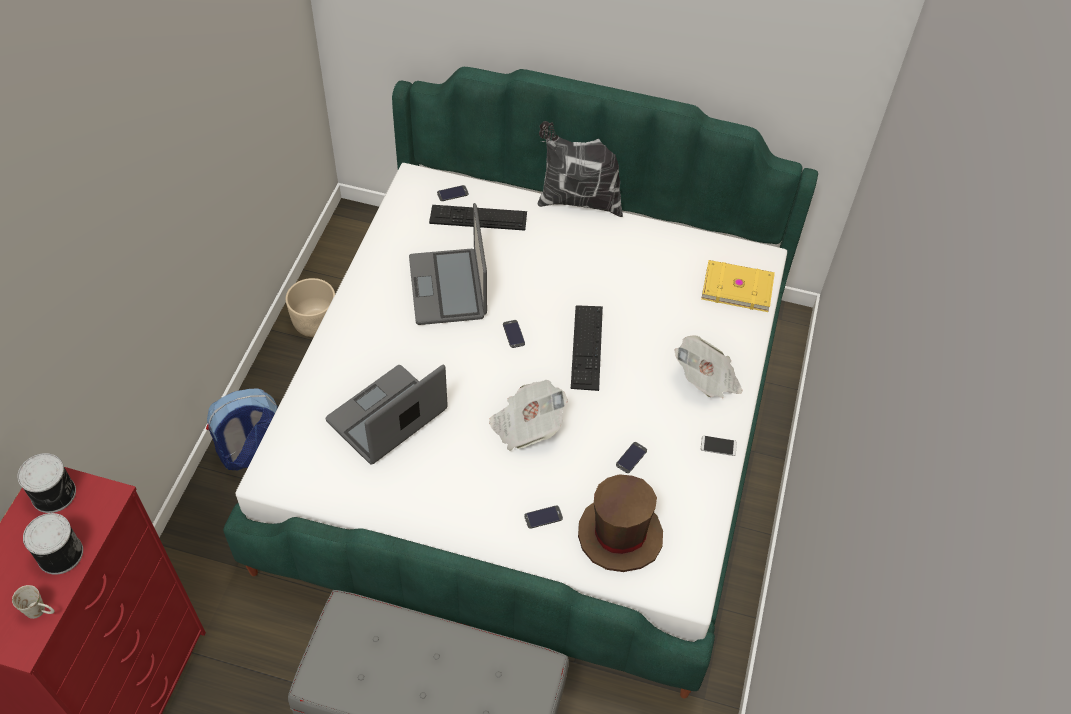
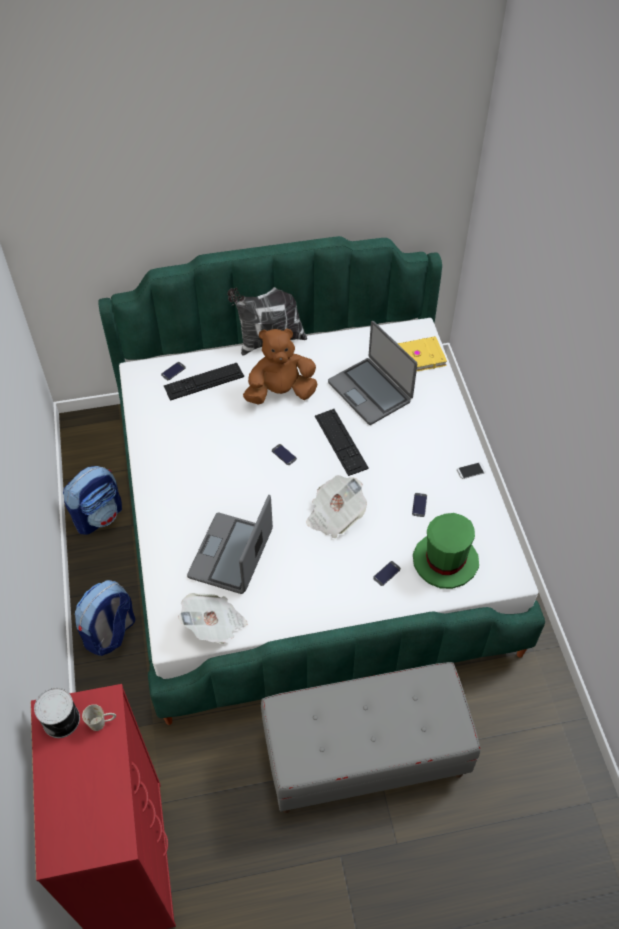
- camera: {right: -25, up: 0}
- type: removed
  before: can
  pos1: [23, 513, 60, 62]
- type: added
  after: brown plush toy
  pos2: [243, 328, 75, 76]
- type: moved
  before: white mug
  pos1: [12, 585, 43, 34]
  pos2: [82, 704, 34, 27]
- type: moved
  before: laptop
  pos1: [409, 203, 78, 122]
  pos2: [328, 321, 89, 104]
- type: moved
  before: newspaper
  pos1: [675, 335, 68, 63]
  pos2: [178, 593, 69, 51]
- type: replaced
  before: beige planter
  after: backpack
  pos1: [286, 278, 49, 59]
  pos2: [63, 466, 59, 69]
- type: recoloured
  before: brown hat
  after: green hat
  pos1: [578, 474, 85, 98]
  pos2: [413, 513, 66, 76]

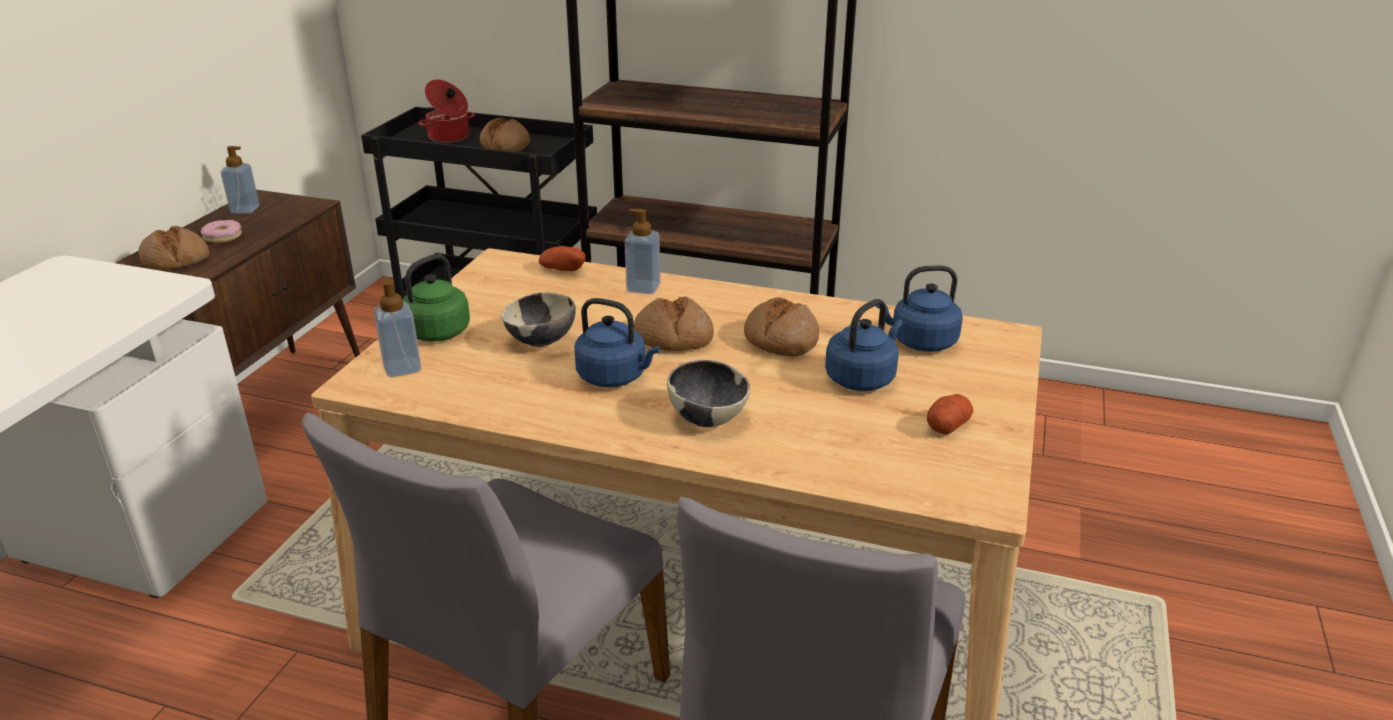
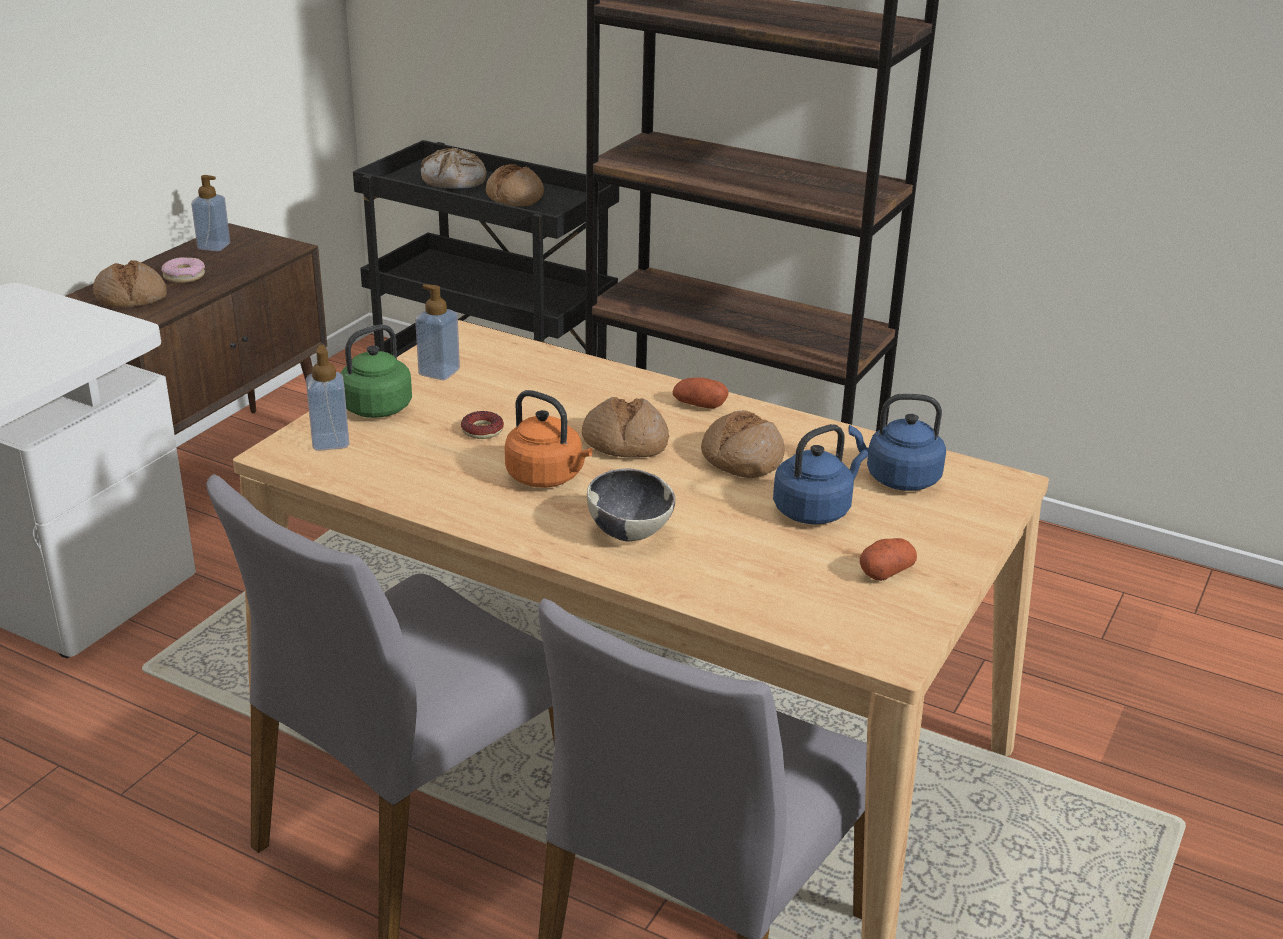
- camera: {right: 10, up: 0}
- type: moved
  before: potato
  pos1: [539, 246, 47, 25]
  pos2: [673, 378, 56, 31]
- type: moved
  before: soap dispenser
  pos1: [625, 209, 35, 85]
  pos2: [415, 284, 45, 96]
- type: replaced
  before: cooking pot
  after: bread
  pos1: [419, 80, 56, 63]
  pos2: [421, 148, 66, 41]
- type: replaced
  before: bowl
  after: donut
  pos1: [501, 292, 75, 55]
  pos2: [461, 411, 43, 28]
- type: recoloured
  before: blue kettle
  after: orange kettle
  pos1: [574, 298, 86, 89]
  pos2: [505, 390, 88, 98]

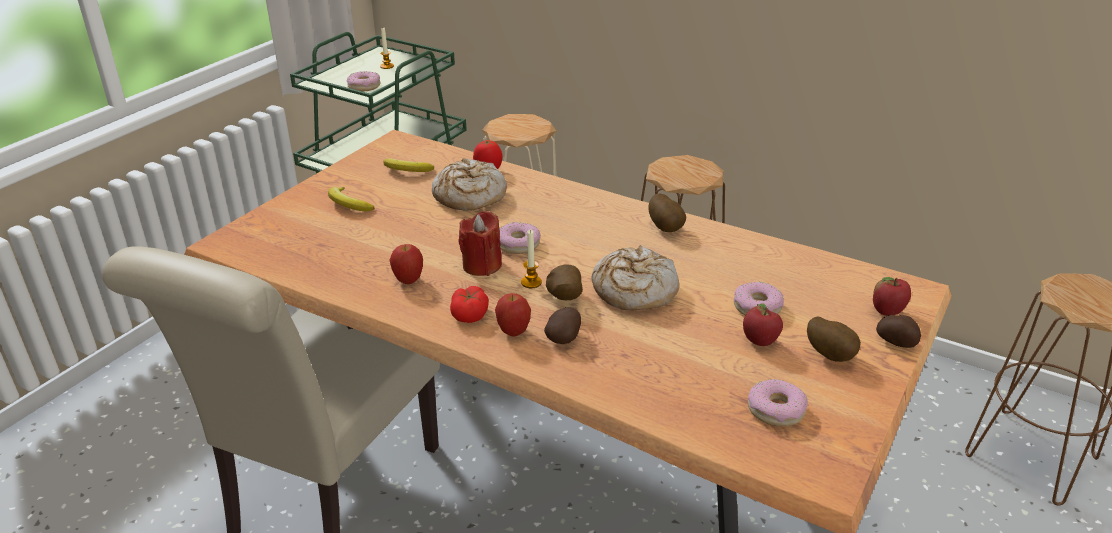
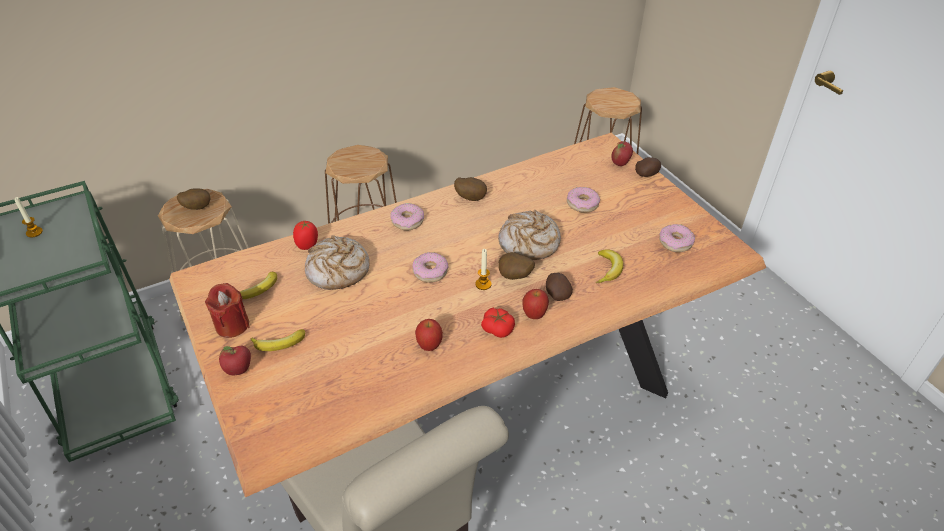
- camera: {right: -60, up: 10}
- type: added
  after: banana
  pos2: [596, 249, 27, 34]
- type: moved
  before: donut
  pos1: [347, 71, 33, 21]
  pos2: [390, 203, 34, 28]
- type: moved
  before: red candle
  pos1: [459, 211, 43, 65]
  pos2: [205, 283, 45, 55]
- type: moved
  before: apple
  pos1: [743, 303, 40, 43]
  pos2: [219, 346, 32, 29]
- type: moved
  before: potato
  pos1: [807, 316, 54, 46]
  pos2: [177, 188, 33, 22]

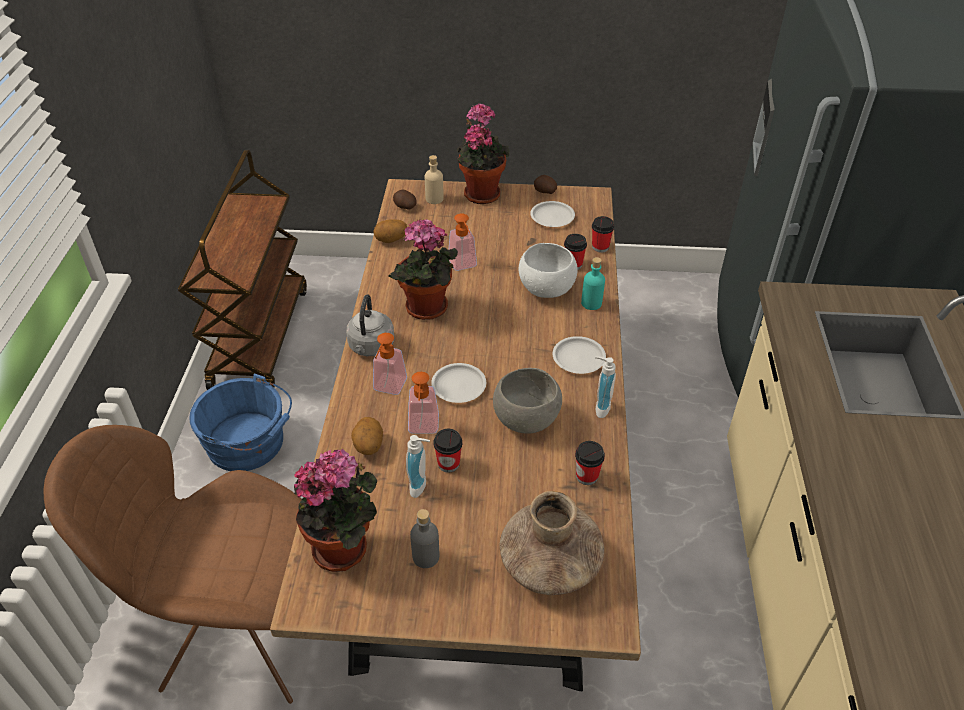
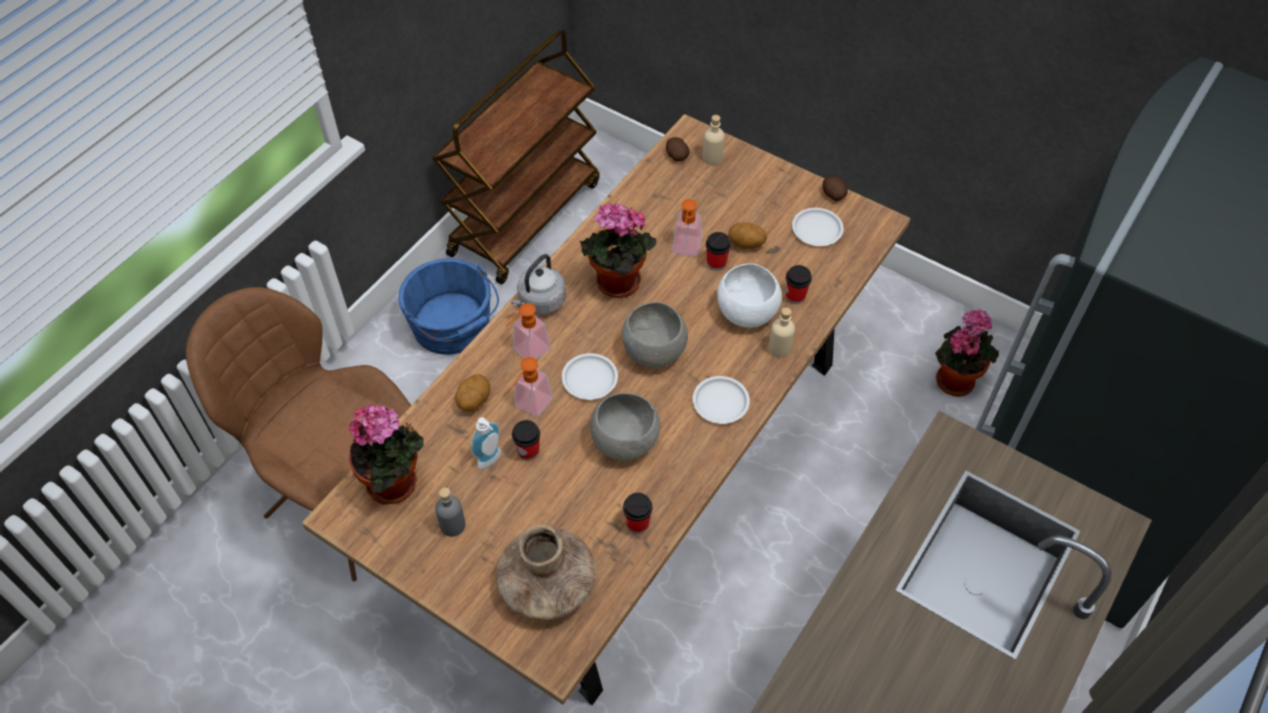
- camera: {right: 30, up: 10}
- type: removed
  before: soap dispenser
  pos1: [595, 356, 21, 62]
- type: added
  after: grey bowl
  pos2: [622, 302, 66, 66]
- type: moved
  before: potato
  pos1: [373, 219, 34, 24]
  pos2: [728, 223, 39, 26]
- type: moved
  before: potted plant
  pos1: [456, 104, 54, 100]
  pos2: [935, 308, 64, 89]
- type: moved
  before: cup
  pos1: [592, 216, 22, 36]
  pos2: [706, 232, 25, 39]
- type: recoloured
  before: turquoise bottle
  after: beige bottle
  pos1: [581, 257, 24, 53]
  pos2: [768, 307, 27, 51]

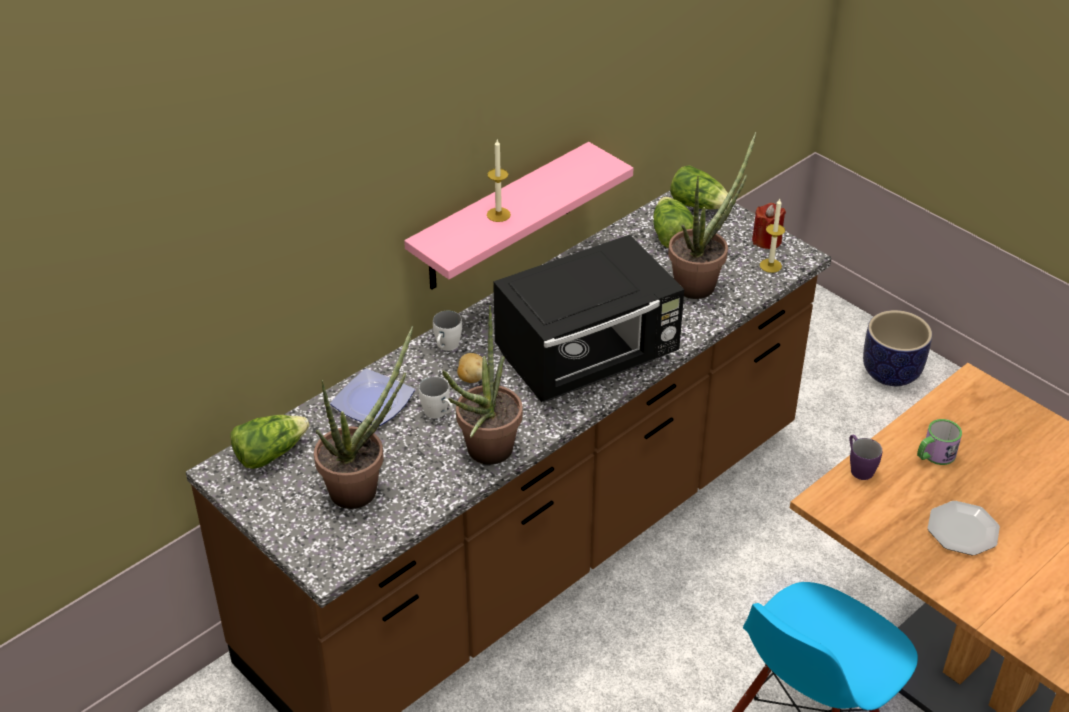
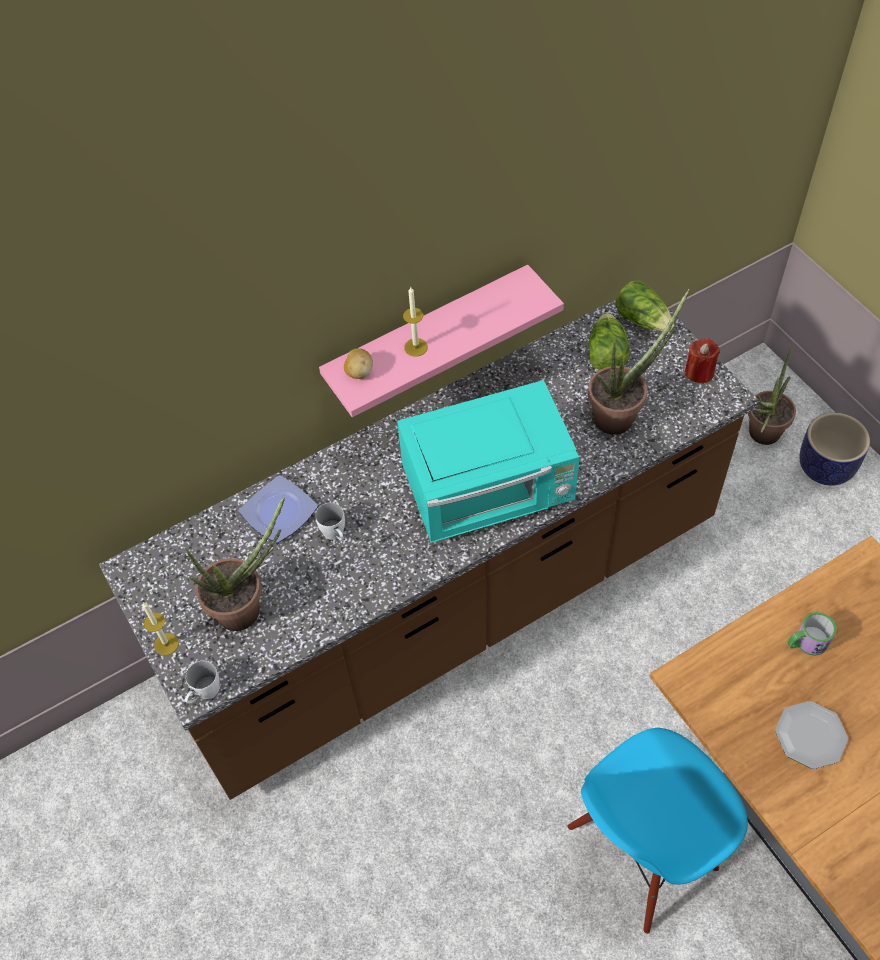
- camera: {right: 15, up: 15}
- type: removed
  before: lettuce
  pos1: [230, 415, 79, 54]
- type: removed
  before: purple mug
  pos1: [850, 434, 32, 46]
- type: moved
  before: white mug
  pos1: [433, 311, 29, 40]
  pos2: [185, 661, 35, 42]
- type: moved
  before: potted plant
  pos1: [442, 305, 81, 160]
  pos2: [748, 346, 48, 99]
- type: moved
  before: potato
  pos1: [457, 353, 26, 30]
  pos2: [344, 348, 29, 31]
- type: moved
  before: candle
  pos1: [760, 199, 25, 74]
  pos2: [142, 602, 37, 53]
- type: recoloured
  before: black microwave
  after: turquoise microwave
  pos1: [493, 235, 191, 167]
  pos2: [397, 380, 183, 163]

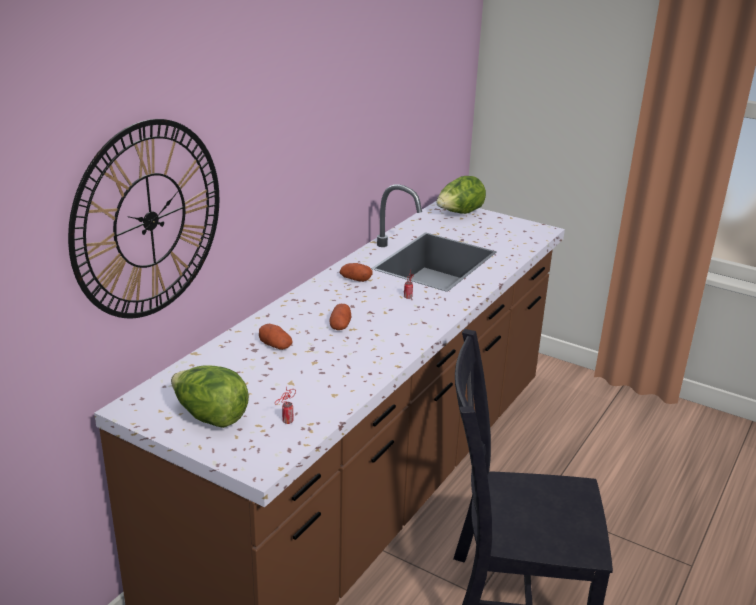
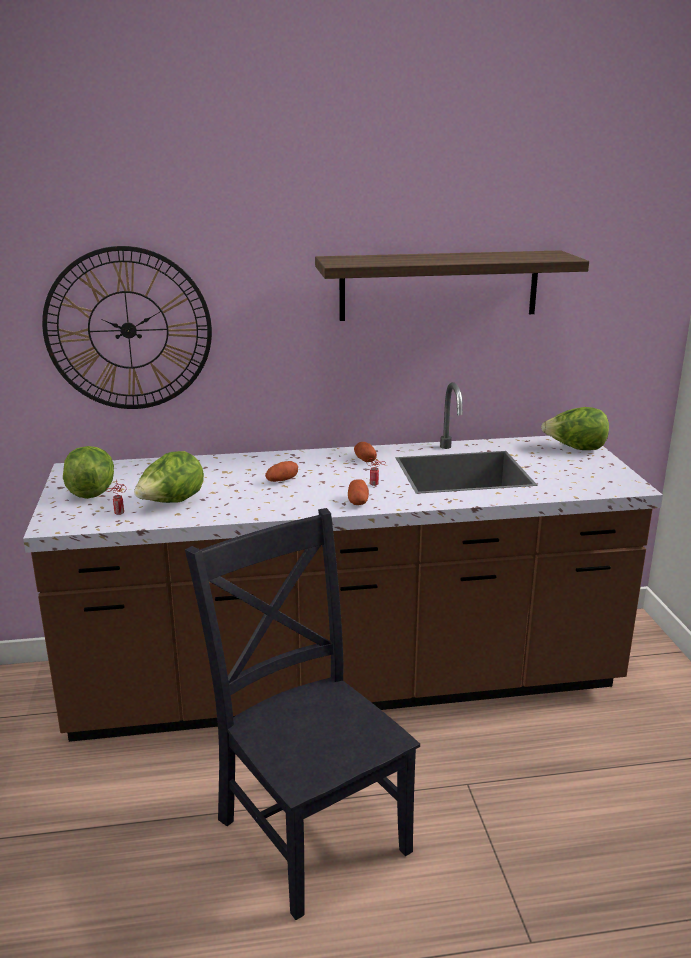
- camera: {right: 50, up: -5}
- type: added
  after: lettuce
  pos2: [134, 451, 70, 52]
- type: added
  after: shelf
  pos2: [315, 250, 274, 71]
- type: moved
  before: potato
  pos1: [259, 324, 34, 26]
  pos2: [348, 479, 21, 26]

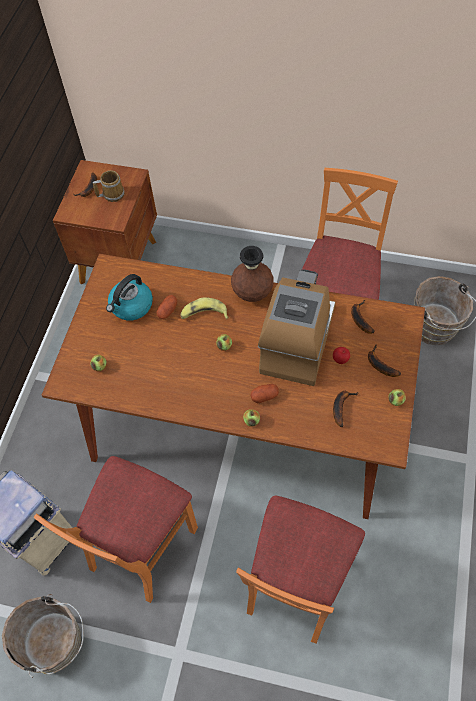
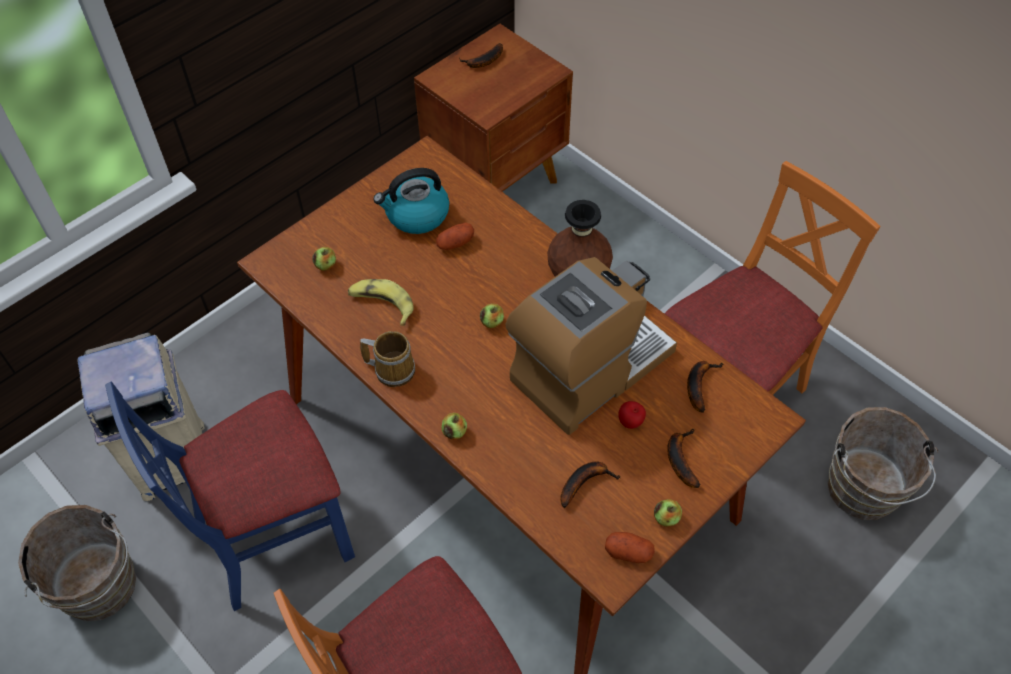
- camera: {right: 30, up: -5}
- type: moved
  before: mug
  pos1: [93, 170, 32, 32]
  pos2: [360, 331, 55, 56]
- type: moved
  before: banana
  pos1: [180, 297, 49, 23]
  pos2: [348, 279, 66, 47]
- type: moved
  before: potato
  pos1: [250, 384, 29, 19]
  pos2: [605, 532, 50, 31]
- type: recoloured
  before: orange chair
  after: blue chair
  pos1: [34, 456, 164, 147]
  pos2: [105, 382, 250, 229]

